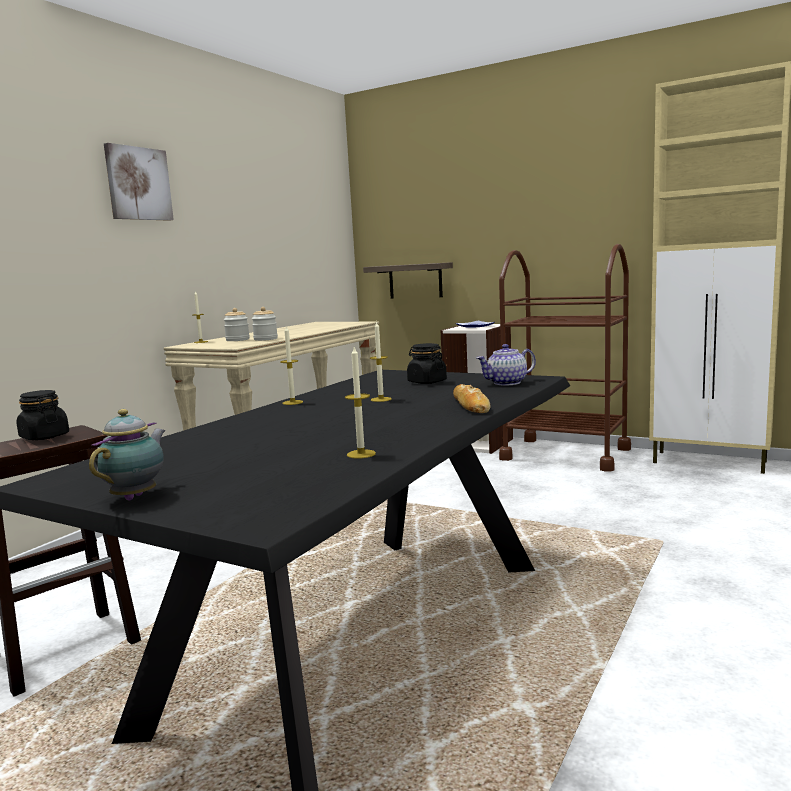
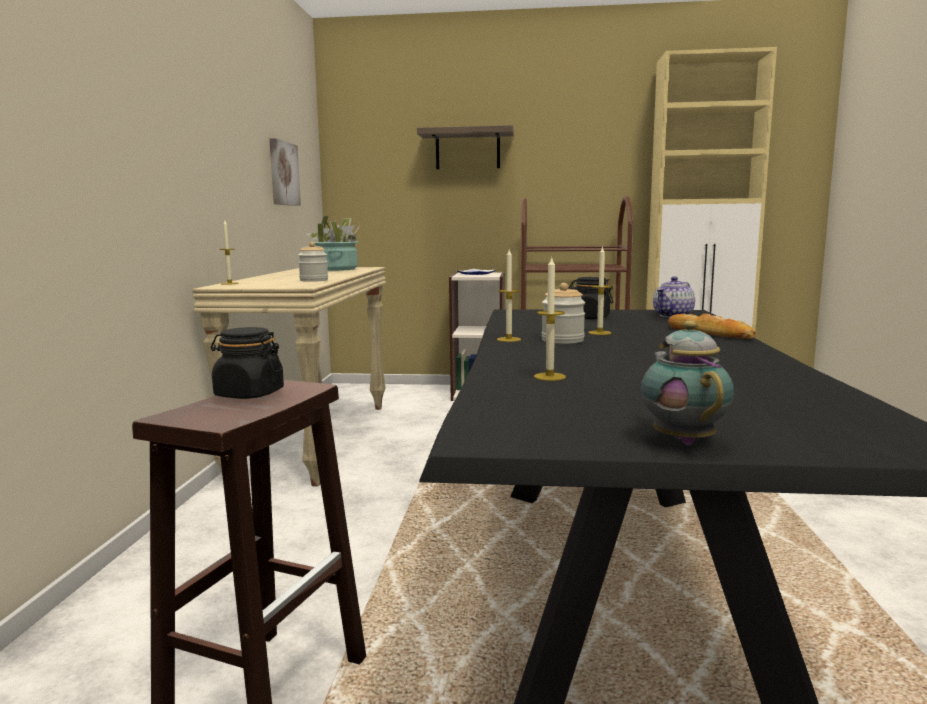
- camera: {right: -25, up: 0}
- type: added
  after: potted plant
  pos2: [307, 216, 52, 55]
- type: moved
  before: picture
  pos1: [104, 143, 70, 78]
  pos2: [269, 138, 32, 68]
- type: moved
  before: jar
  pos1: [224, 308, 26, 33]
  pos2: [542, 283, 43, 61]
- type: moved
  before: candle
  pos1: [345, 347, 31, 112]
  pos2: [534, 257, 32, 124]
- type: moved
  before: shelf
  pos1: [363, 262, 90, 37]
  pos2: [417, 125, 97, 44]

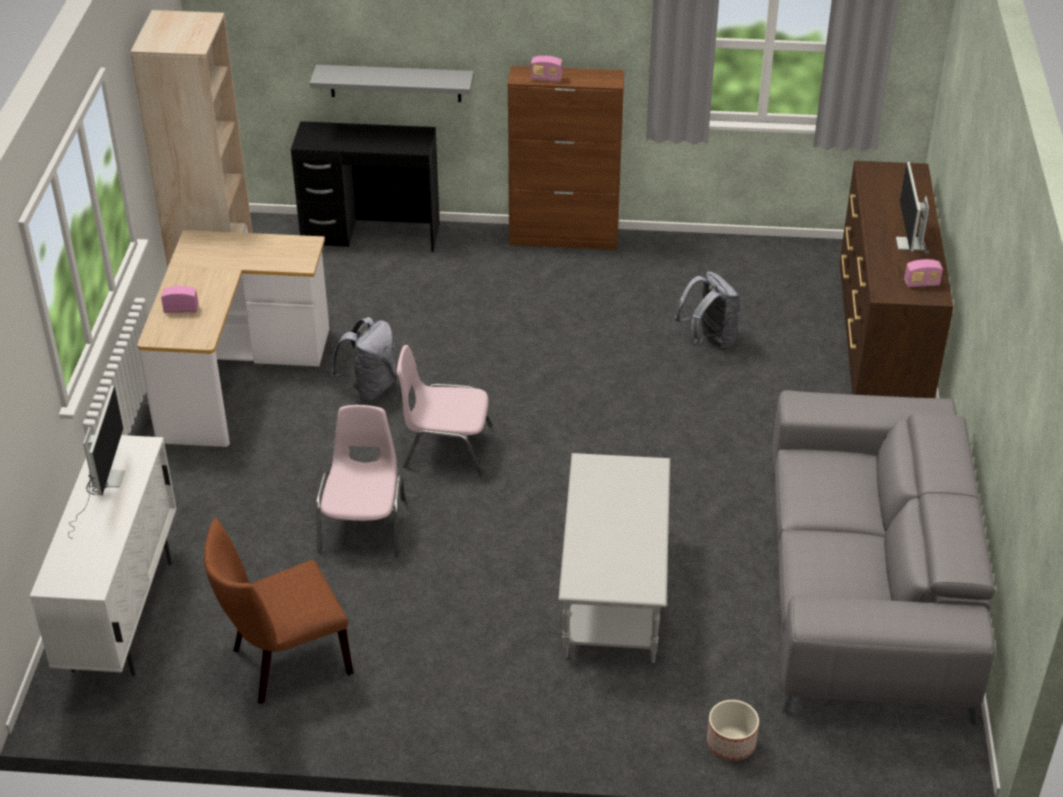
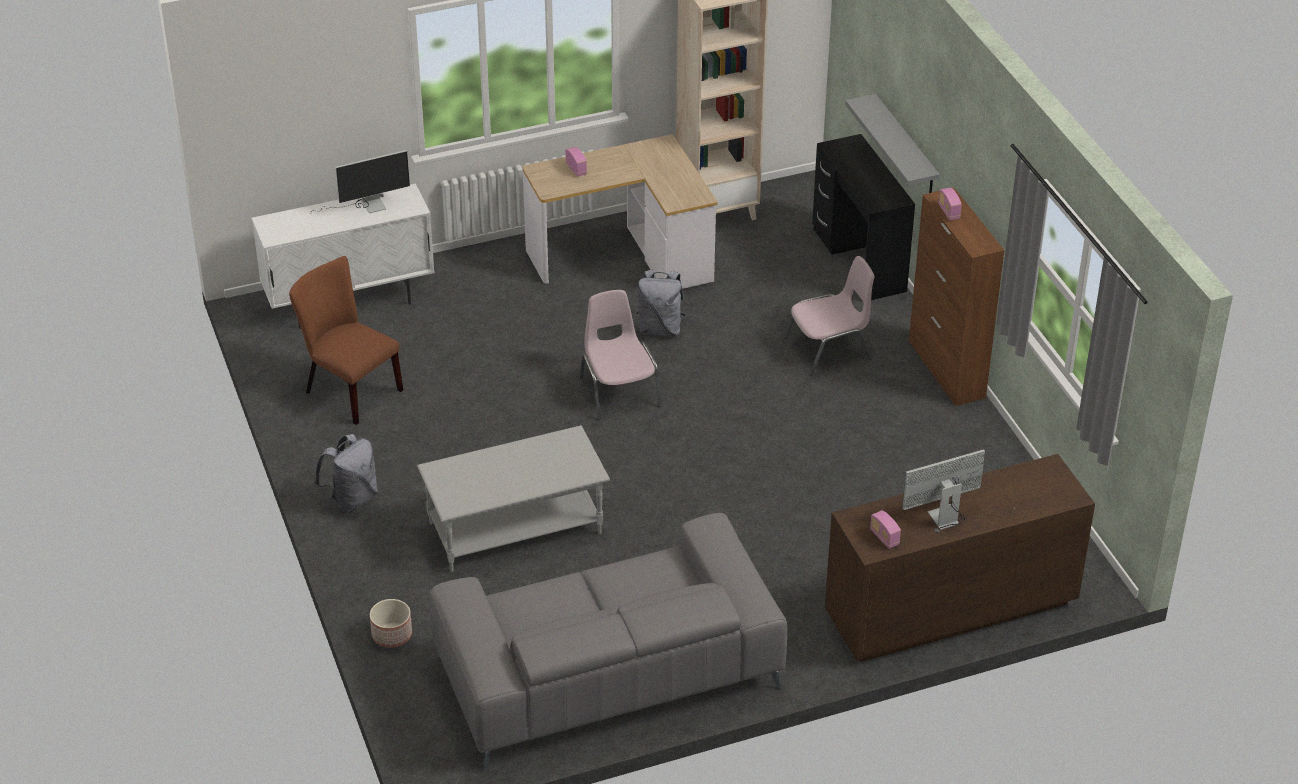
- camera: {right: 65, up: 0}
- type: moved
  before: pink chair
  pos1: [316, 405, 89, 152]
  pos2: [784, 256, 90, 120]
- type: moved
  before: grey backpack
  pos1: [675, 271, 65, 80]
  pos2: [314, 434, 64, 79]

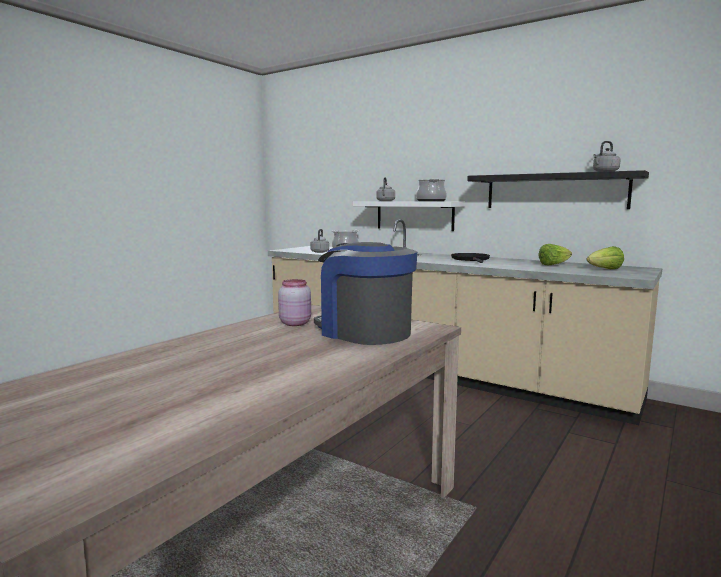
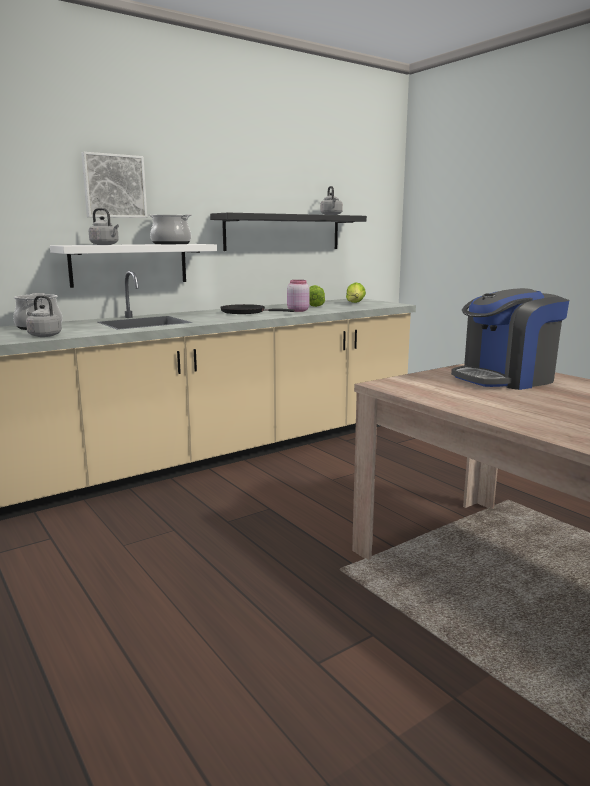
- camera: {right: -70, up: 5}
- type: added
  after: picture
  pos2: [81, 152, 66, 66]
- type: moved
  before: pink jar
  pos1: [278, 279, 33, 47]
  pos2: [287, 280, 23, 32]

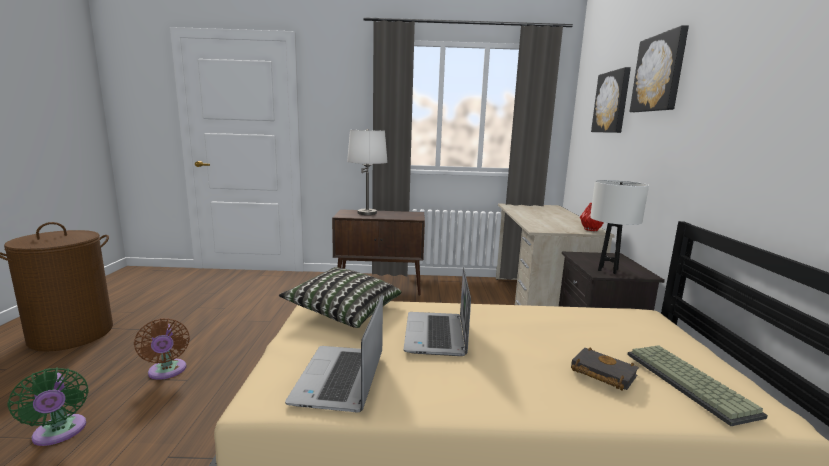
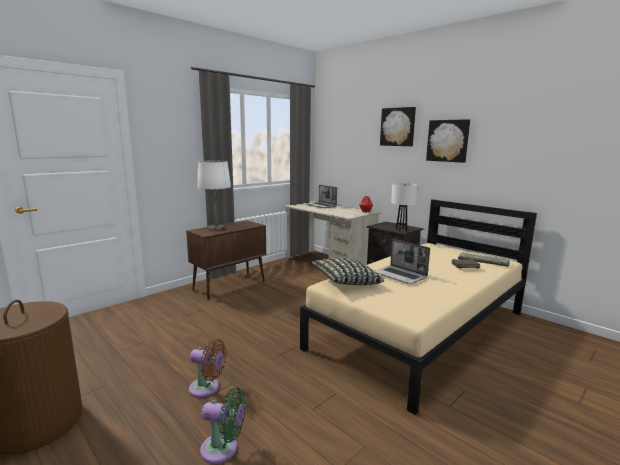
- camera: {right: -45, up: 0}
- type: moved
  before: laptop
  pos1: [285, 295, 98, 118]
  pos2: [305, 185, 32, 23]
- type: moved
  before: picture
  pos1: [591, 67, 40, 66]
  pos2: [426, 119, 44, 44]

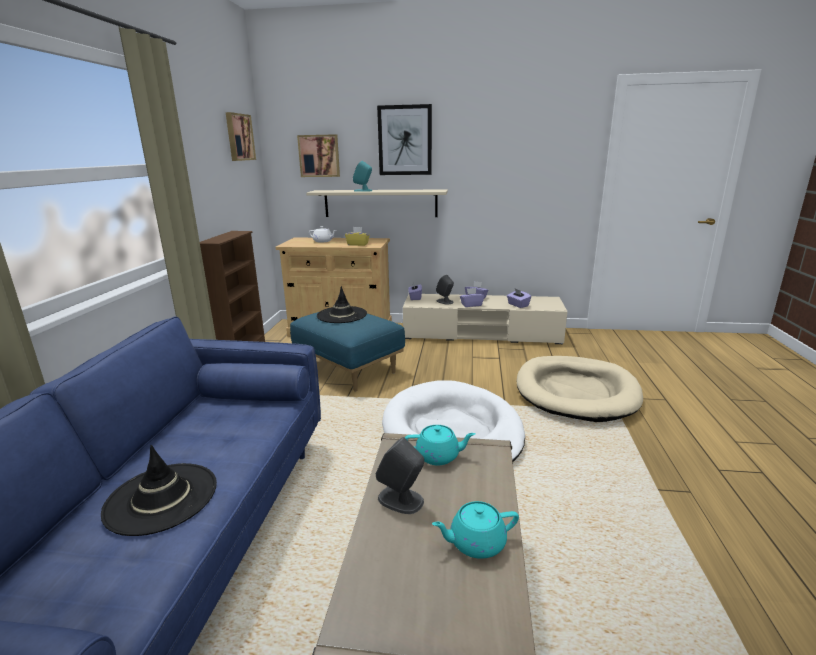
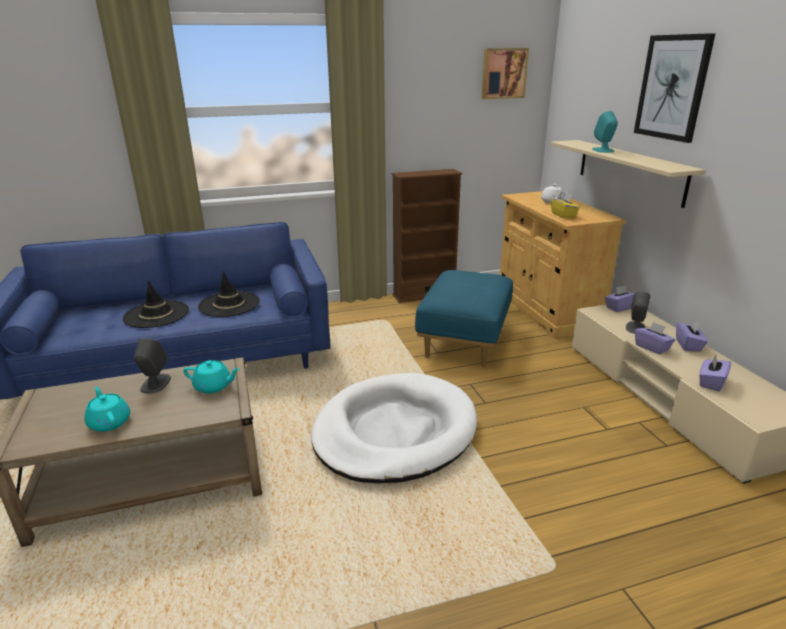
- camera: {right: 65, up: 5}
- type: removed
  before: picture
  pos1: [297, 134, 43, 43]
- type: removed
  before: beige dog bed
  pos1: [517, 356, 126, 66]
- type: moved
  before: black hat
  pos1: [317, 286, 50, 37]
  pos2: [198, 271, 62, 46]
- type: turned
  before: turquoise teapot
  pos1: [405, 425, 71, 40]
  pos2: [183, 360, 57, 34]
  turn: -60

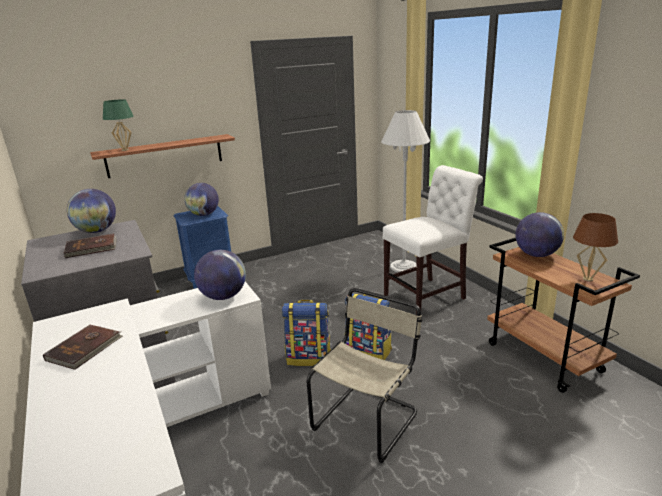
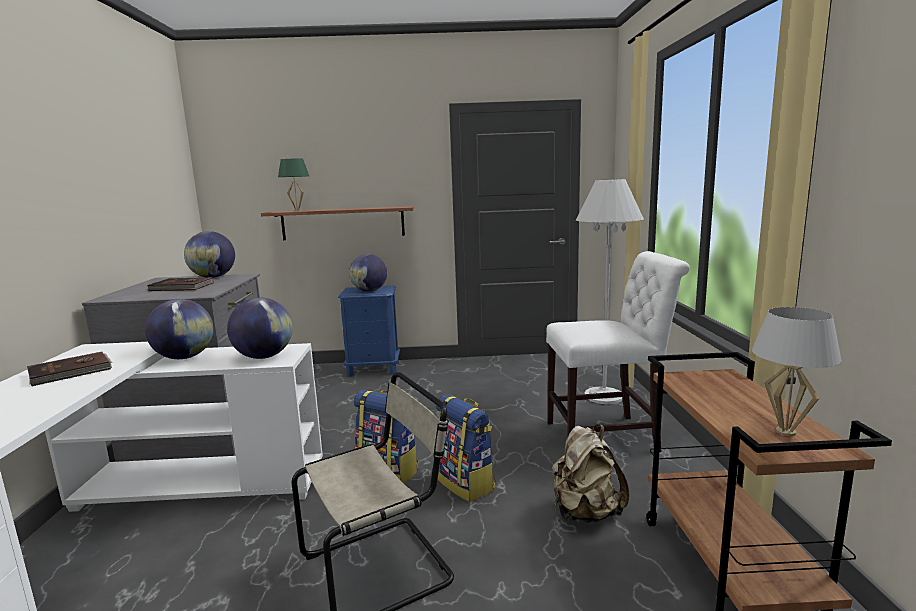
- camera: {right: 25, up: -10}
- type: added
  after: beige backpack
  pos2: [552, 424, 77, 99]
- type: moved
  before: globe
  pos1: [516, 212, 48, 45]
  pos2: [145, 299, 69, 60]
- type: recoloured
  before: brown table lamp
  after: white table lamp
  pos1: [573, 213, 45, 68]
  pos2: [752, 307, 89, 129]

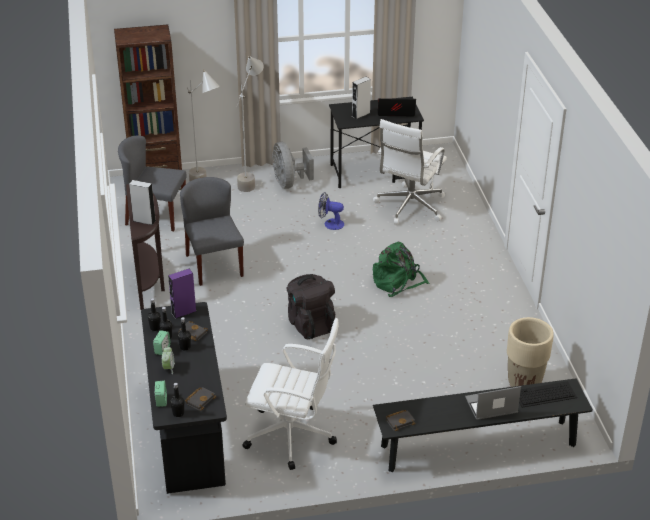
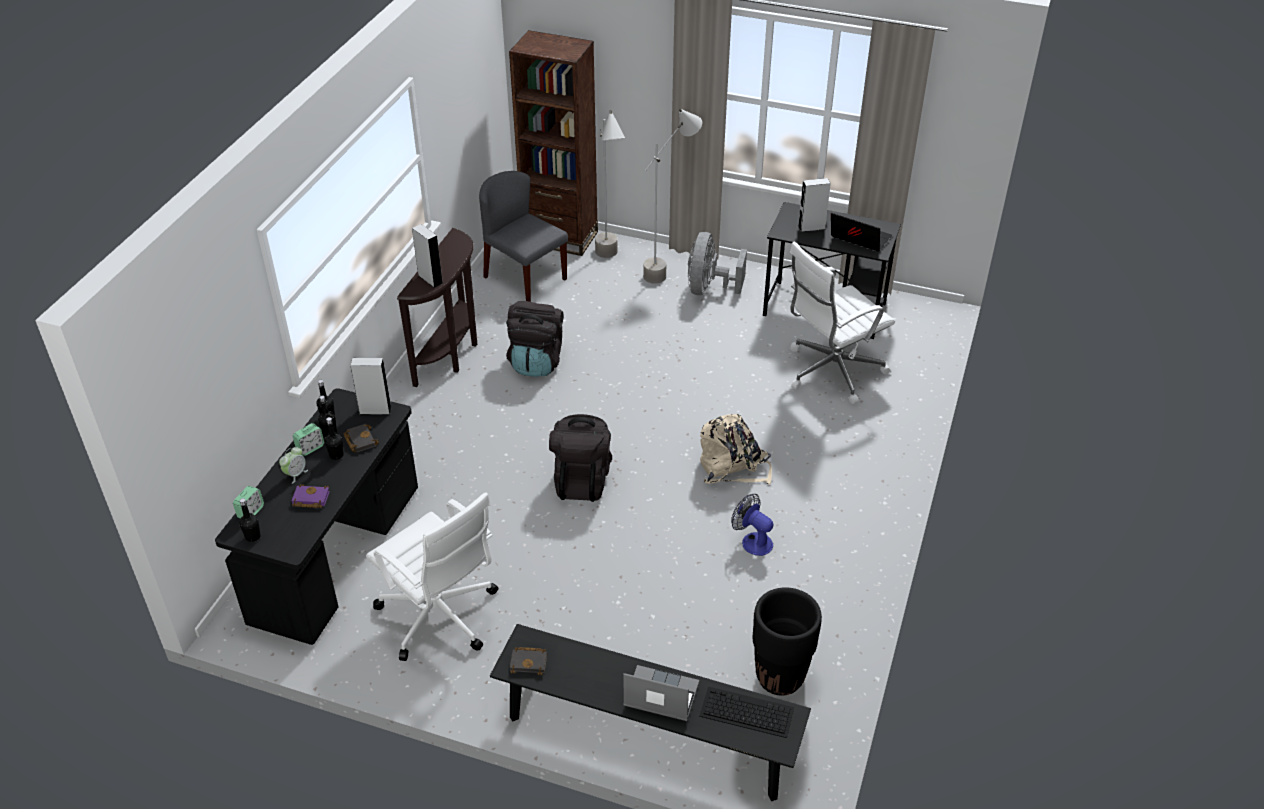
- camera: {right: 30, up: 5}
- type: removed
  before: black book
  pos1: [185, 387, 32, 24]
- type: added
  after: purple book
  pos2: [291, 484, 39, 24]
- type: moved
  before: fan
  pos1: [318, 192, 26, 38]
  pos2: [731, 494, 43, 62]
- type: replaced
  before: grey chair
  after: black backpack
  pos1: [180, 177, 64, 109]
  pos2: [506, 301, 57, 76]
- type: recoloured
  before: purple speaker
  after: grey speaker
  pos1: [168, 269, 29, 50]
  pos2: [350, 358, 42, 57]
- type: recoloured
  before: green backpack
  after: beige backpack
  pos1: [373, 242, 57, 55]
  pos2: [700, 414, 72, 71]
- type: recoloured
  before: beige planter
  after: black planter
  pos1: [507, 317, 47, 70]
  pos2: [753, 587, 69, 109]

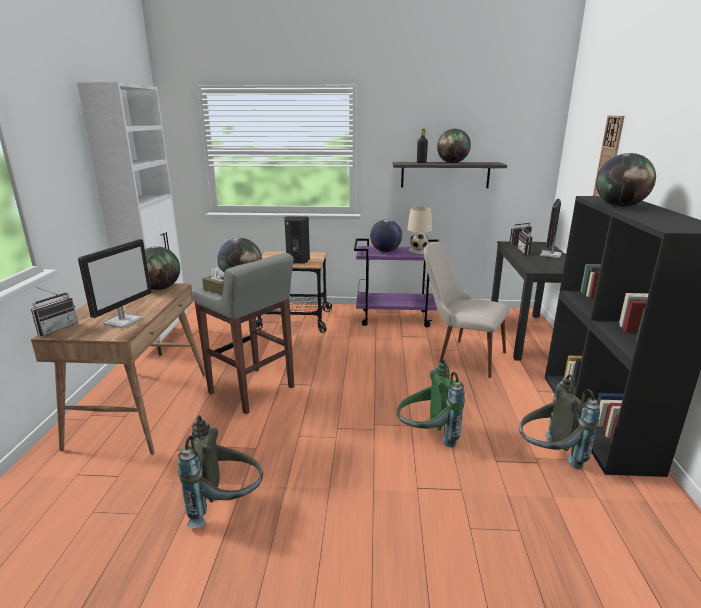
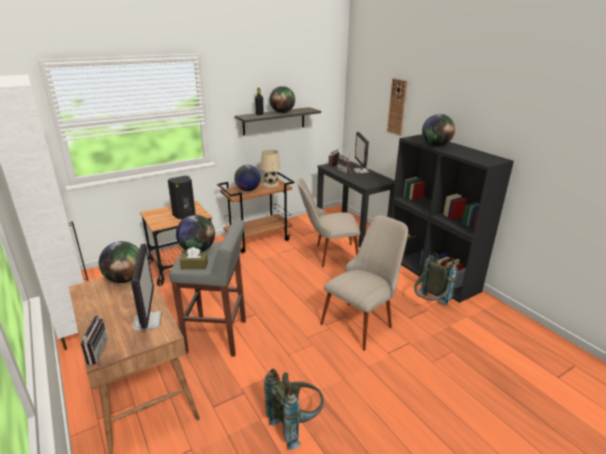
- camera: {right: -35, up: 5}
- type: replaced
  before: green backpack
  after: beige chair
  pos1: [397, 359, 68, 89]
  pos2: [320, 215, 88, 136]
- type: recoloured
  before: purple cart
  after: brown cart
  pos1: [354, 239, 85, 88]
  pos2: [217, 172, 78, 81]

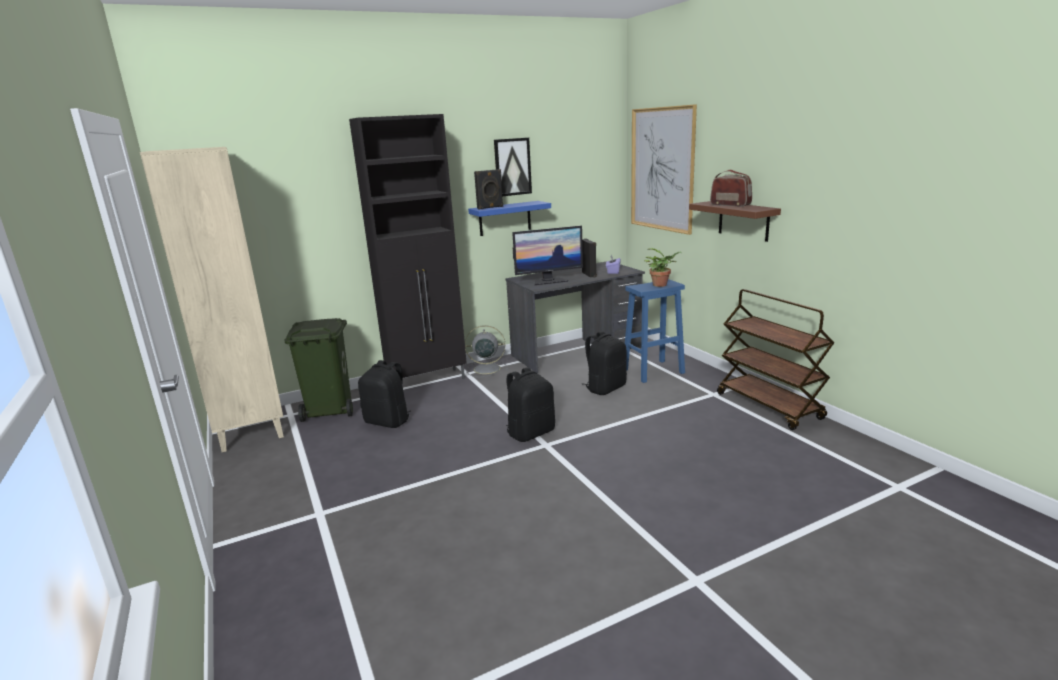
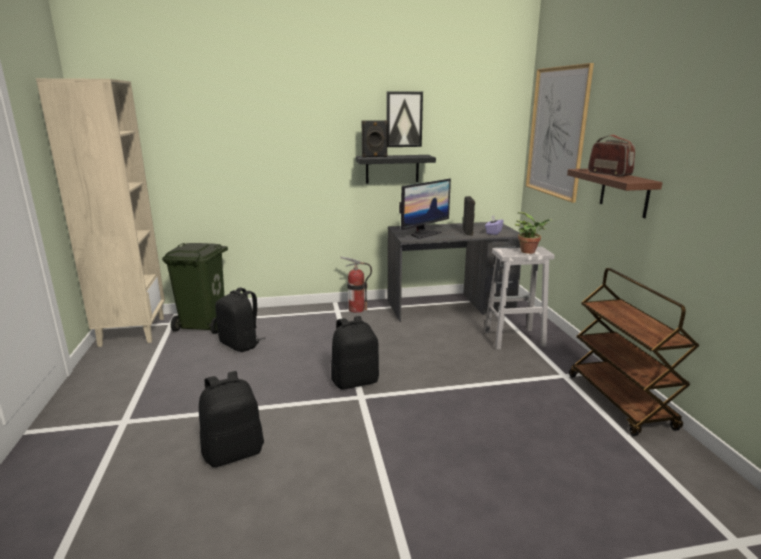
- camera: {right: 15, up: 0}
- type: removed
  before: black cabinet
  pos1: [349, 114, 118, 265]
- type: moved
  before: black backpack
  pos1: [582, 331, 45, 64]
  pos2: [199, 371, 65, 96]
- type: replaced
  before: grey fan
  after: fire extinguisher
  pos1: [465, 325, 43, 52]
  pos2: [340, 257, 32, 56]
- type: recoloured
  before: blue shelf
  after: black shelf
  pos1: [468, 201, 83, 35]
  pos2: [356, 155, 80, 29]
- type: recoloured
  before: blue stool
  after: white stool
  pos1: [625, 279, 60, 104]
  pos2: [484, 246, 71, 104]
- type: turned
  before: monitor
  pos1: [512, 226, 71, 59]
  pos2: [399, 179, 52, 60]
  turn: -45

